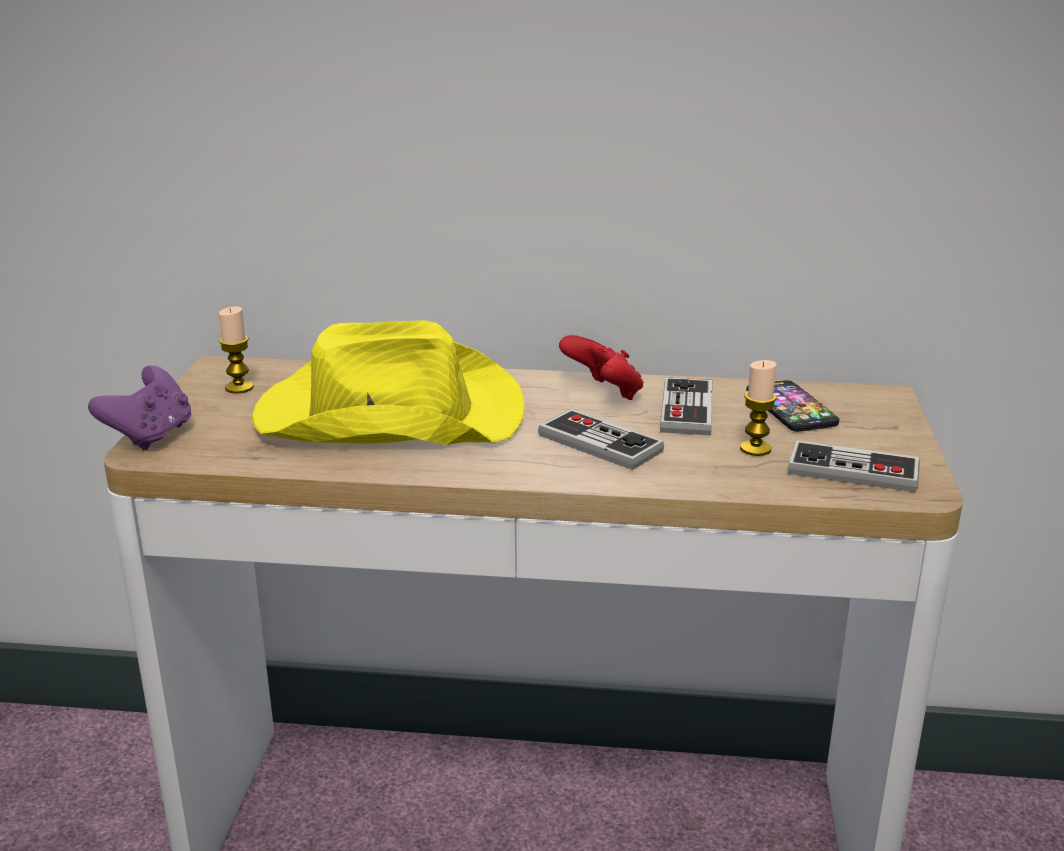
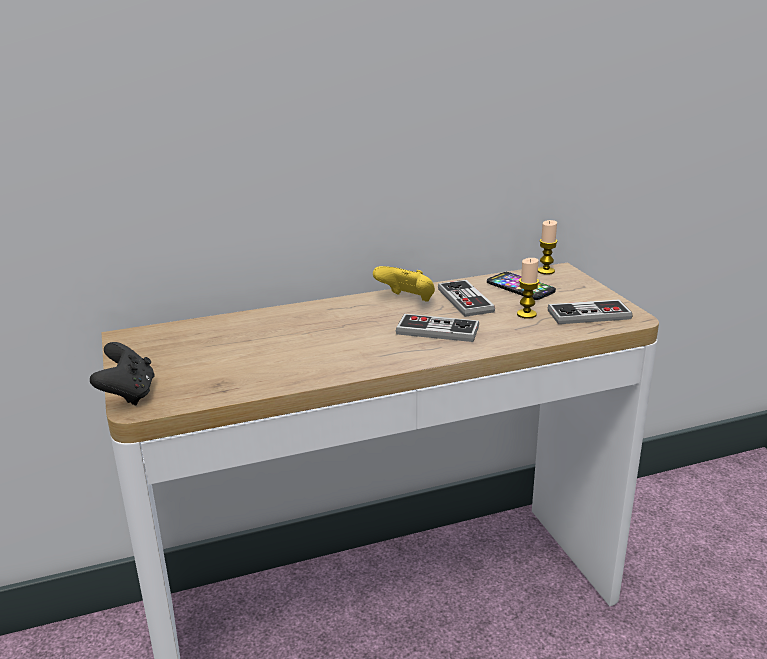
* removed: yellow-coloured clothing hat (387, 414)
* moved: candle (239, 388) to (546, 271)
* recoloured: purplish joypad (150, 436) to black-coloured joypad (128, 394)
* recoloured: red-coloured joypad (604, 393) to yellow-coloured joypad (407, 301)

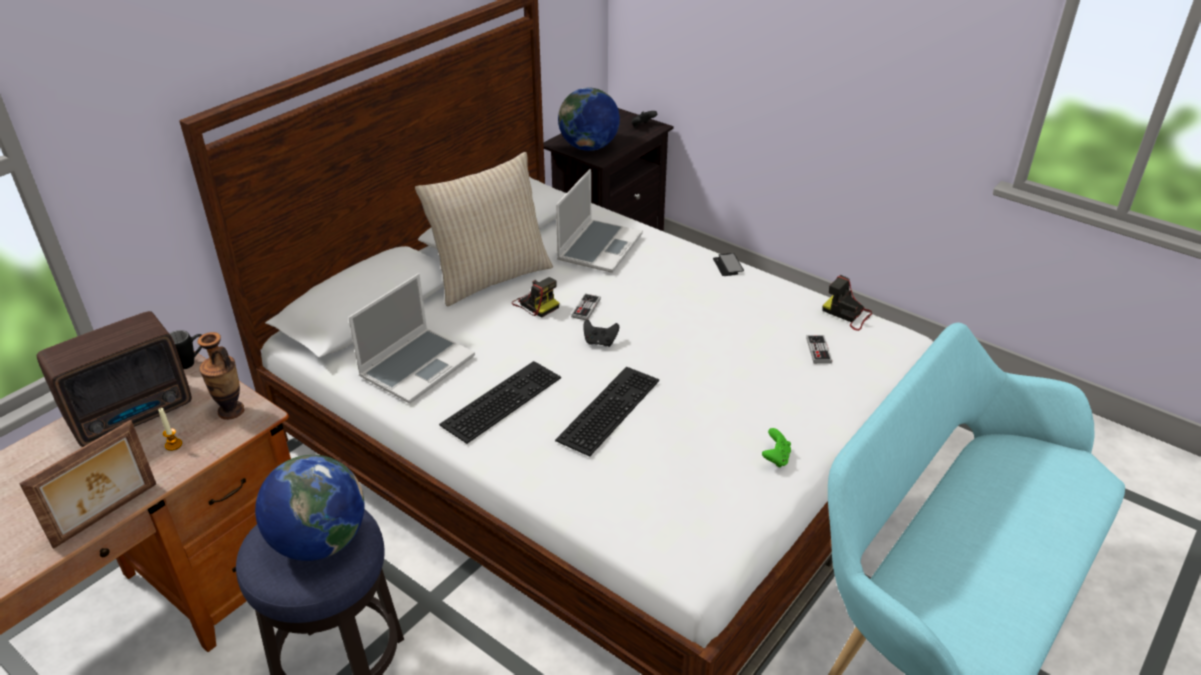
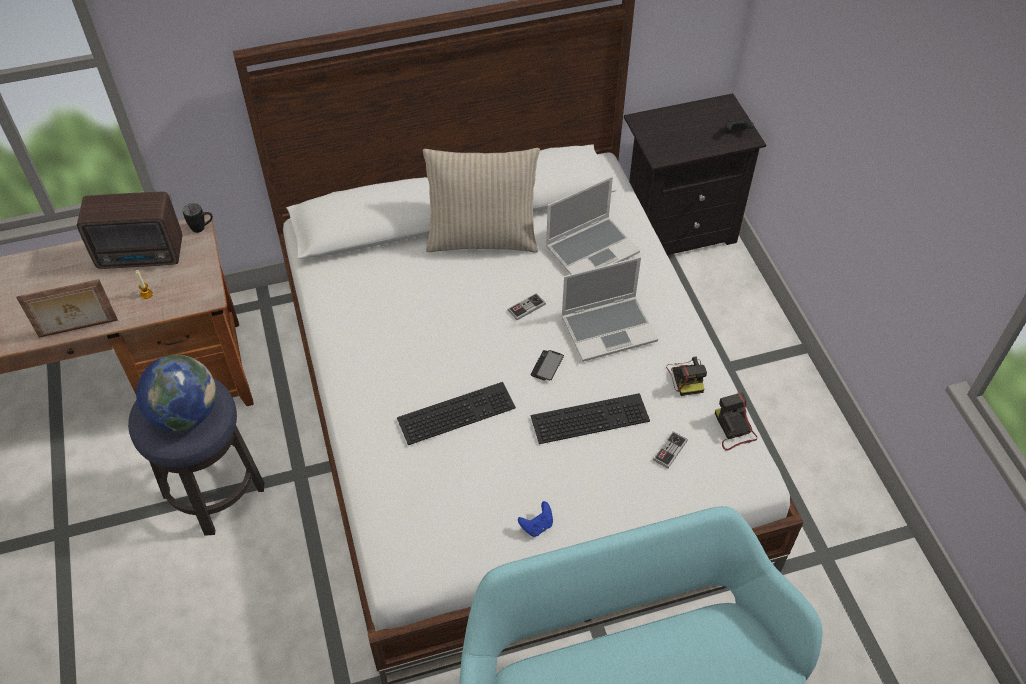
* removed: decorative vase (231, 411)
* removed: world globe (589, 147)
* removed: black-coloured joypad (600, 342)
* moved: laptop (417, 366) to (609, 328)
* moved: PC keyboard (501, 399) to (590, 416)
* moved: still camera (535, 304) to (686, 377)
* moved: handset (728, 265) to (547, 366)
* recoloured: green-coloured joypad (775, 458) to blue-coloured joypad (537, 526)

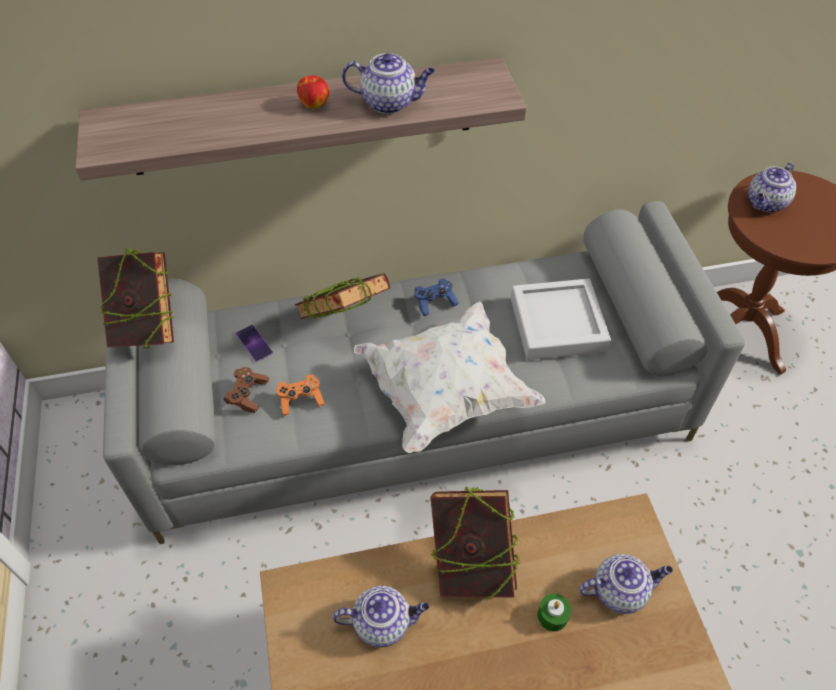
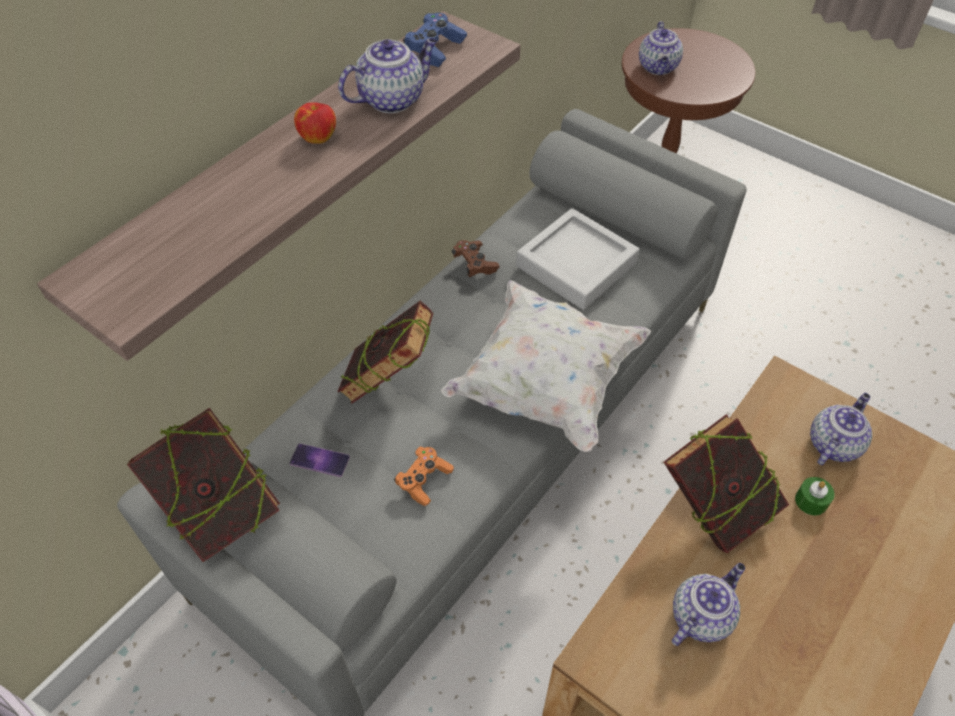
* moved: brownish joypad (247, 394) to (475, 264)
* moved: blue-coloured joypad (435, 302) to (435, 49)

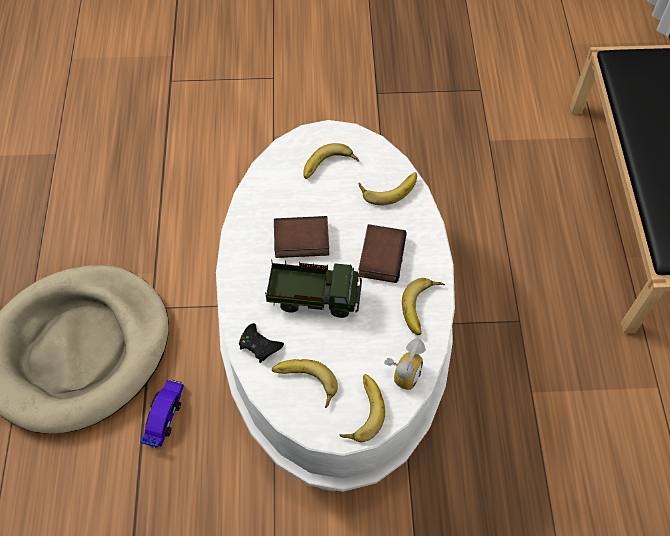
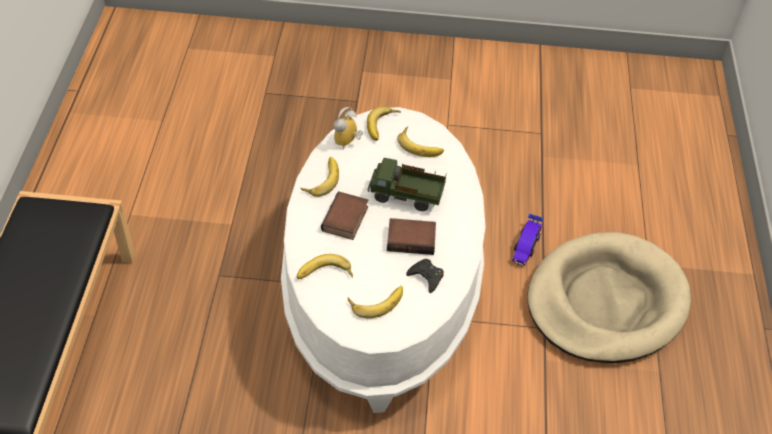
* moved: black-coloured joypad (259, 345) to (426, 277)

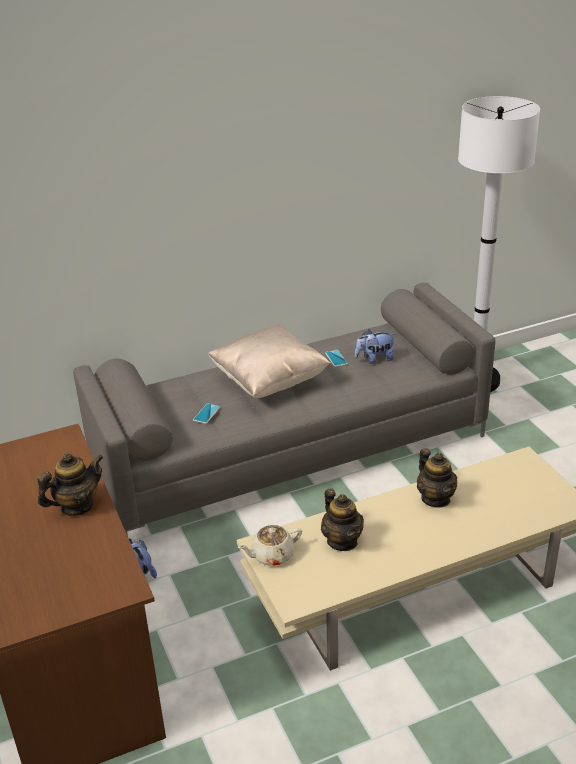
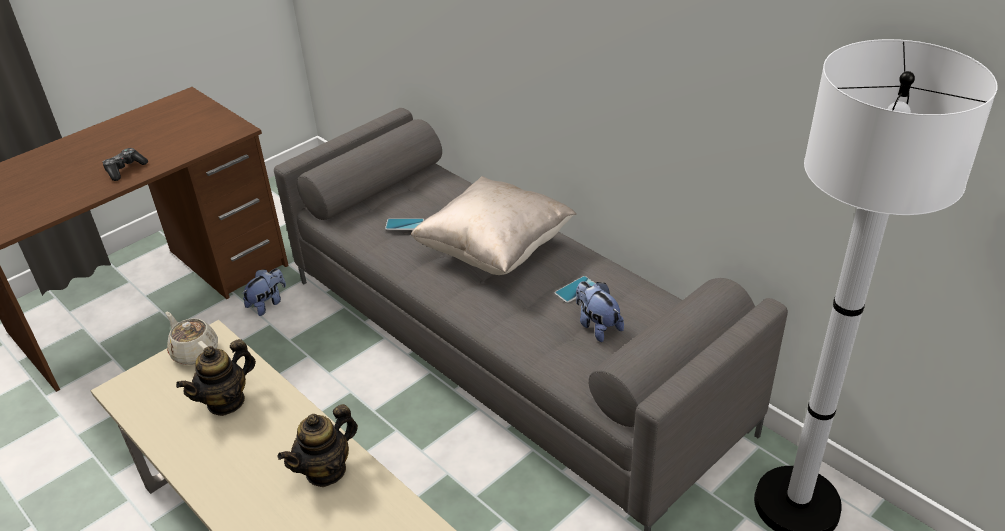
* replaced: pot for tea (76, 506) to joypad (125, 169)

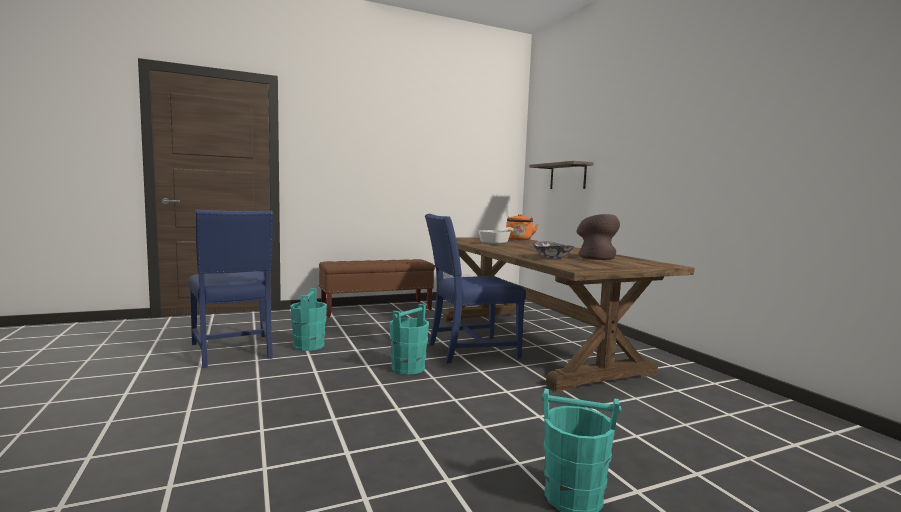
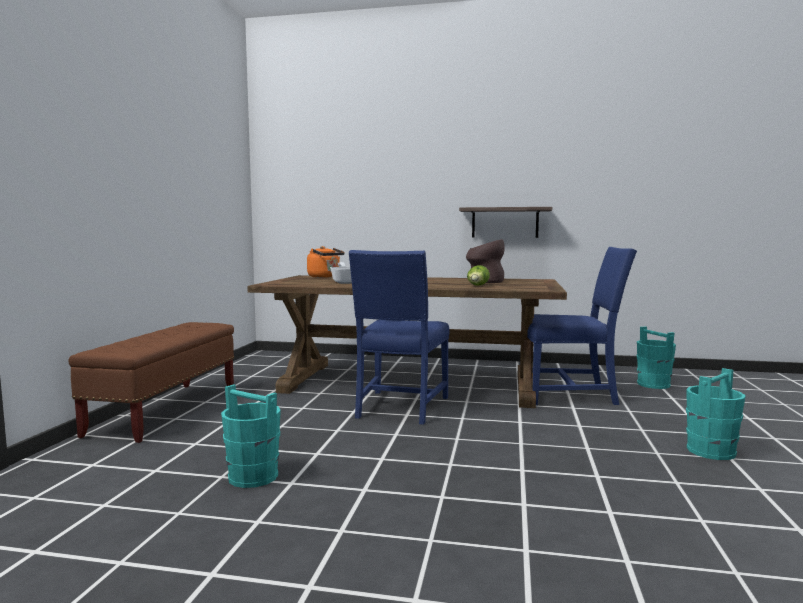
* moved: blue-coloured plain chair (234, 351) to (571, 394)
* moved: turquoise bucket (408, 368) to (653, 384)
* moved: bracket shelf (568, 176) to (505, 222)
* replaced: bowl (553, 258) to lettuce head (477, 286)

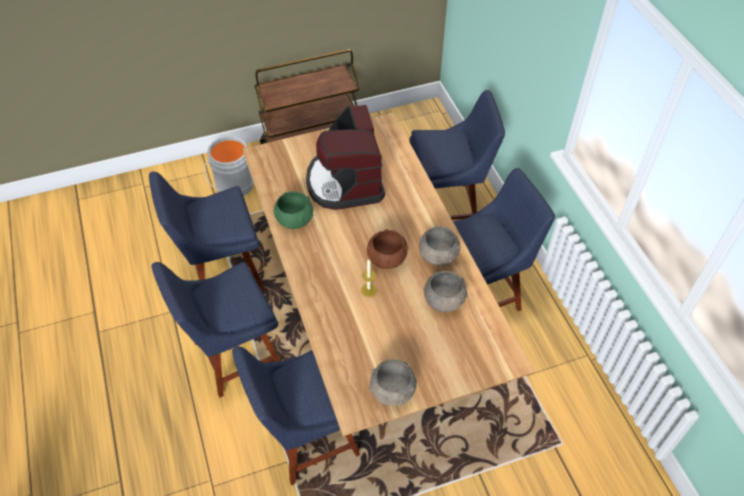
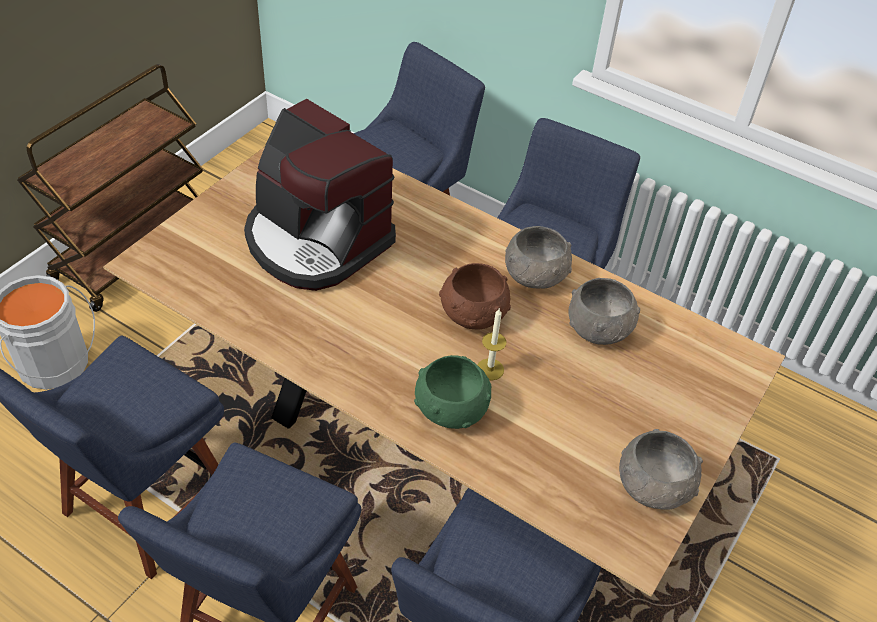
* moved: green-coloured bowl (294, 219) to (451, 408)

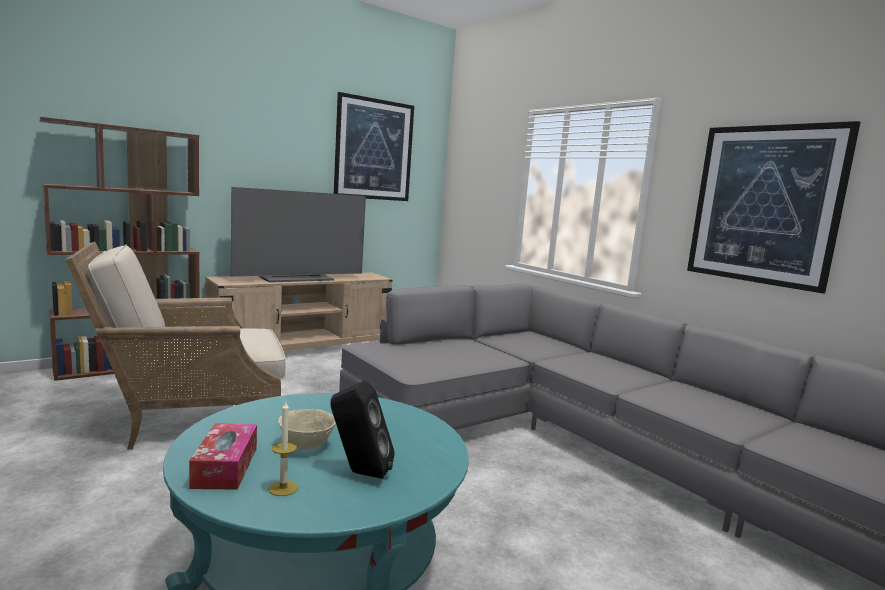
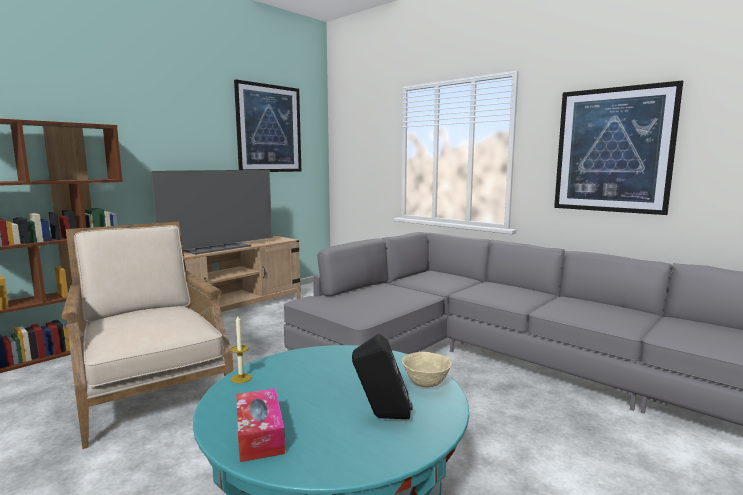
* moved: candle (283, 488) to (241, 378)
* moved: sand-coloured bowl (306, 446) to (426, 384)
* turned: sand-coloured armchair (188, 418) = (150, 389) 90 degrees clockwise

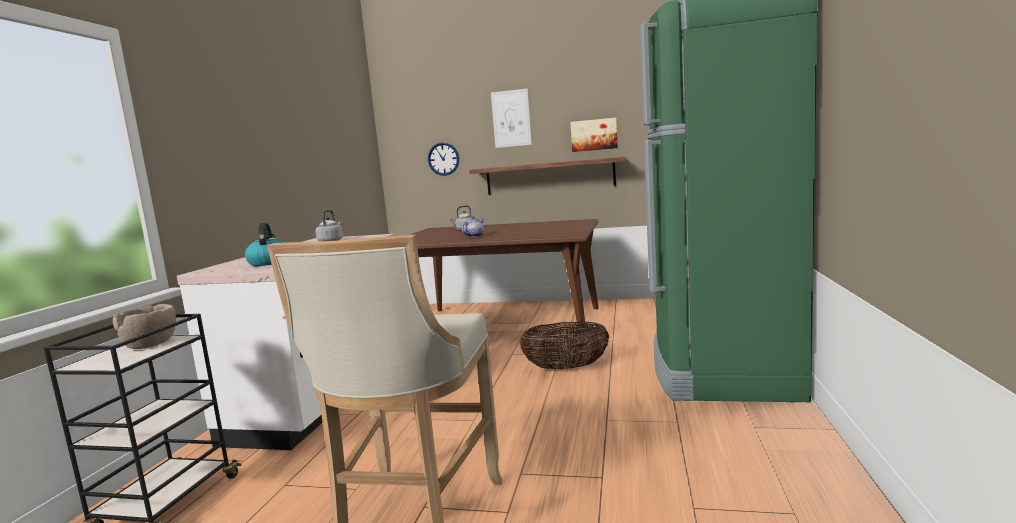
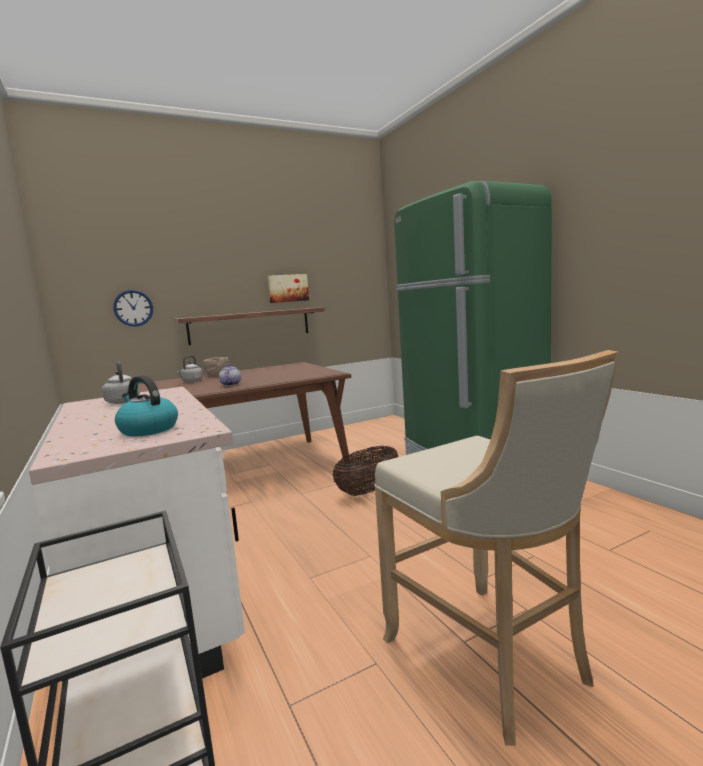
* removed: wall art (511, 118)
* moved: brownish bowl (151, 344) to (218, 375)

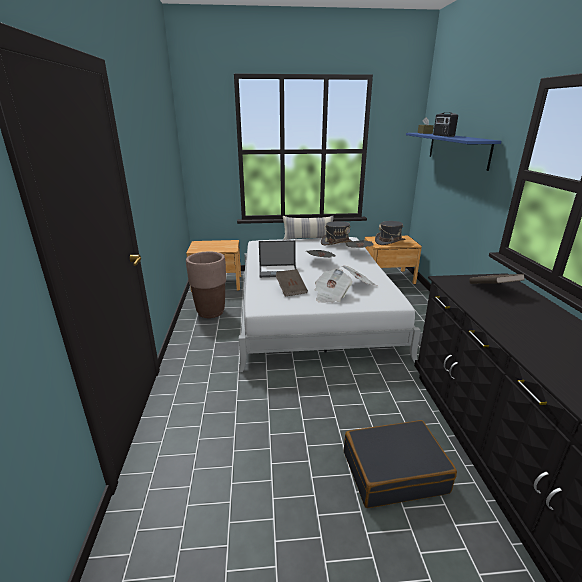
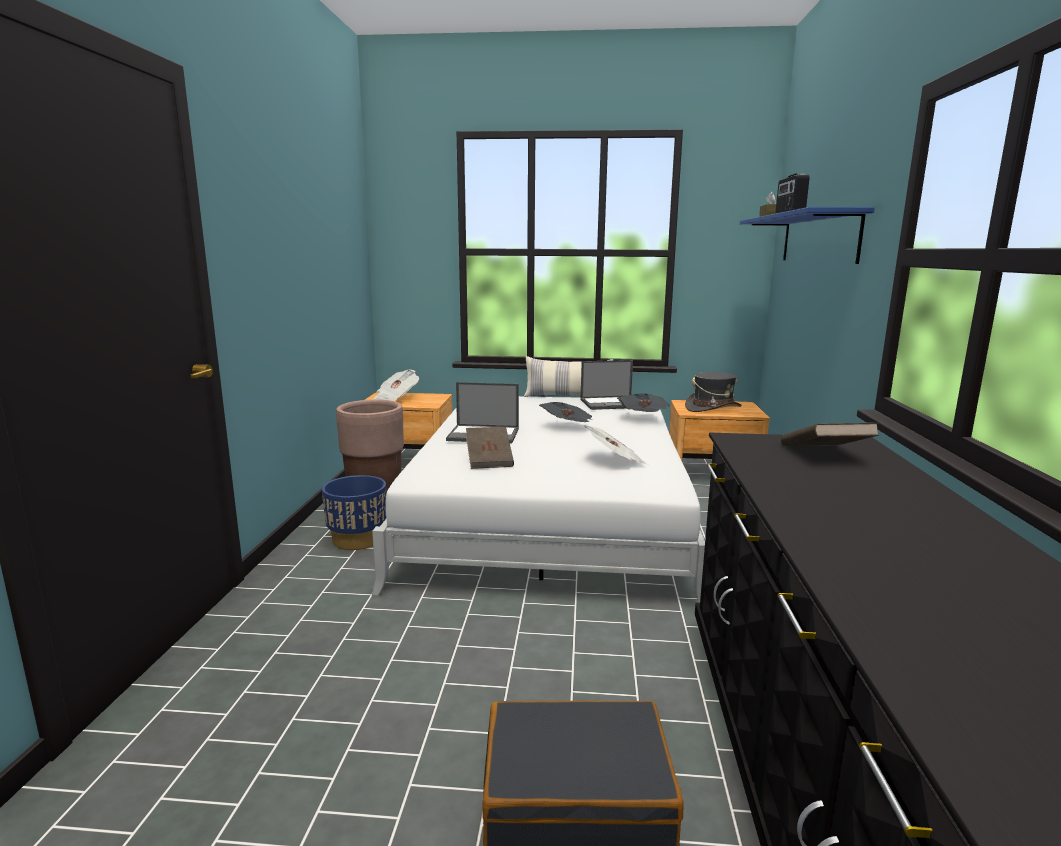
* added: blue-coloured plant pot (358, 539)
* moved: daily paper (330, 295) to (395, 399)
* replaced: greyish clothing hat (336, 242) to laptop (612, 403)

